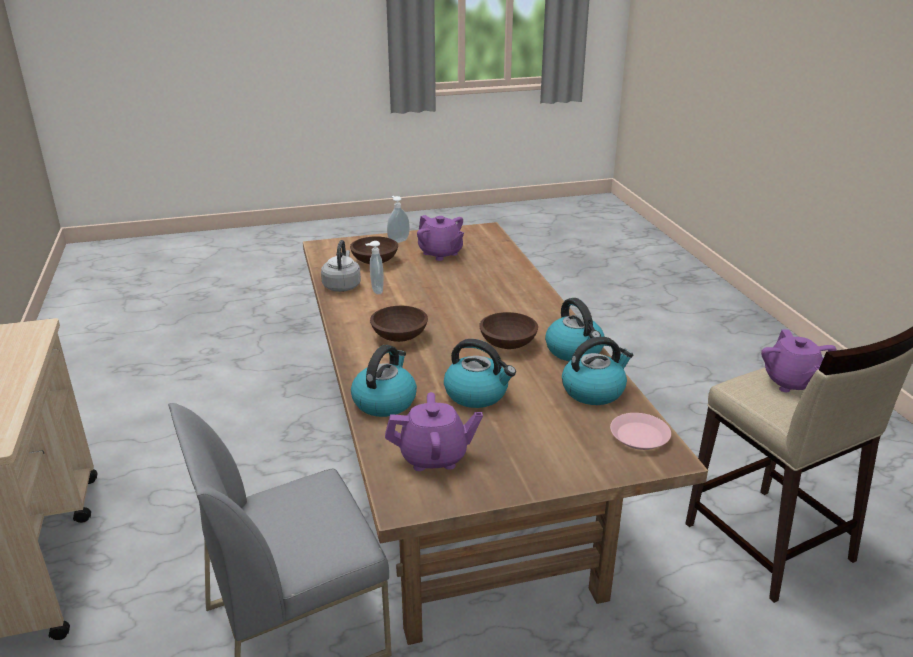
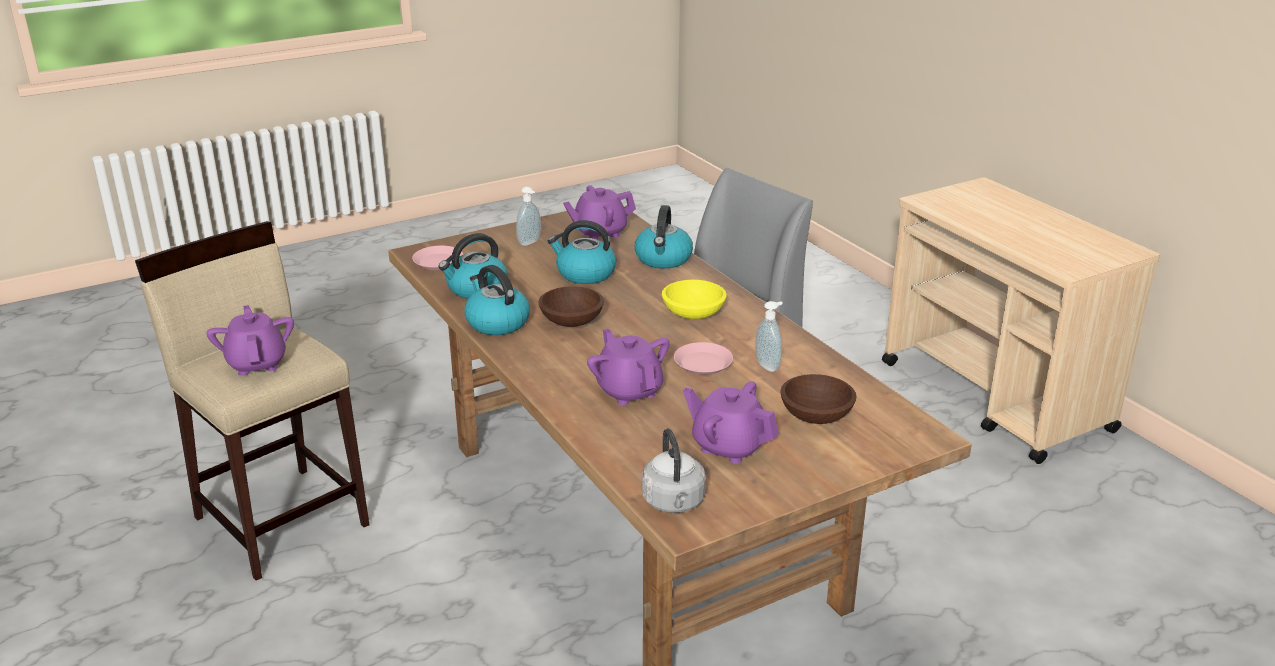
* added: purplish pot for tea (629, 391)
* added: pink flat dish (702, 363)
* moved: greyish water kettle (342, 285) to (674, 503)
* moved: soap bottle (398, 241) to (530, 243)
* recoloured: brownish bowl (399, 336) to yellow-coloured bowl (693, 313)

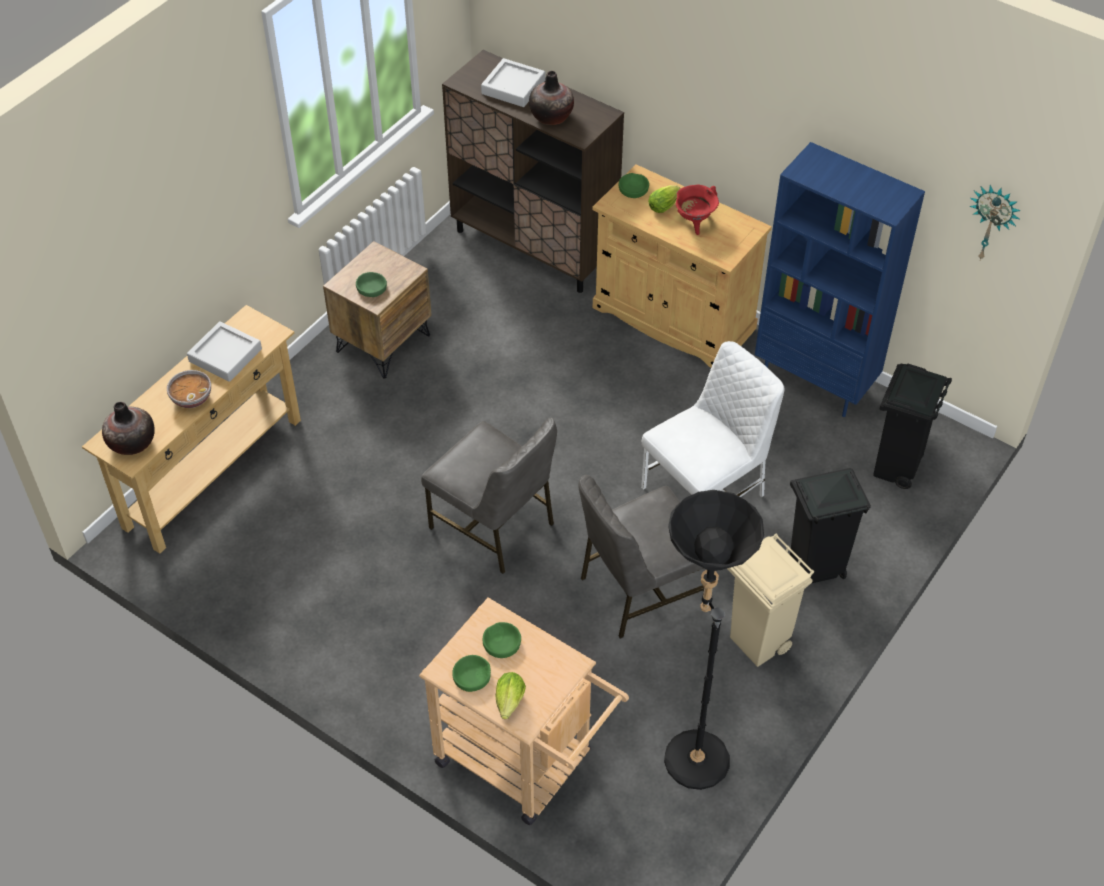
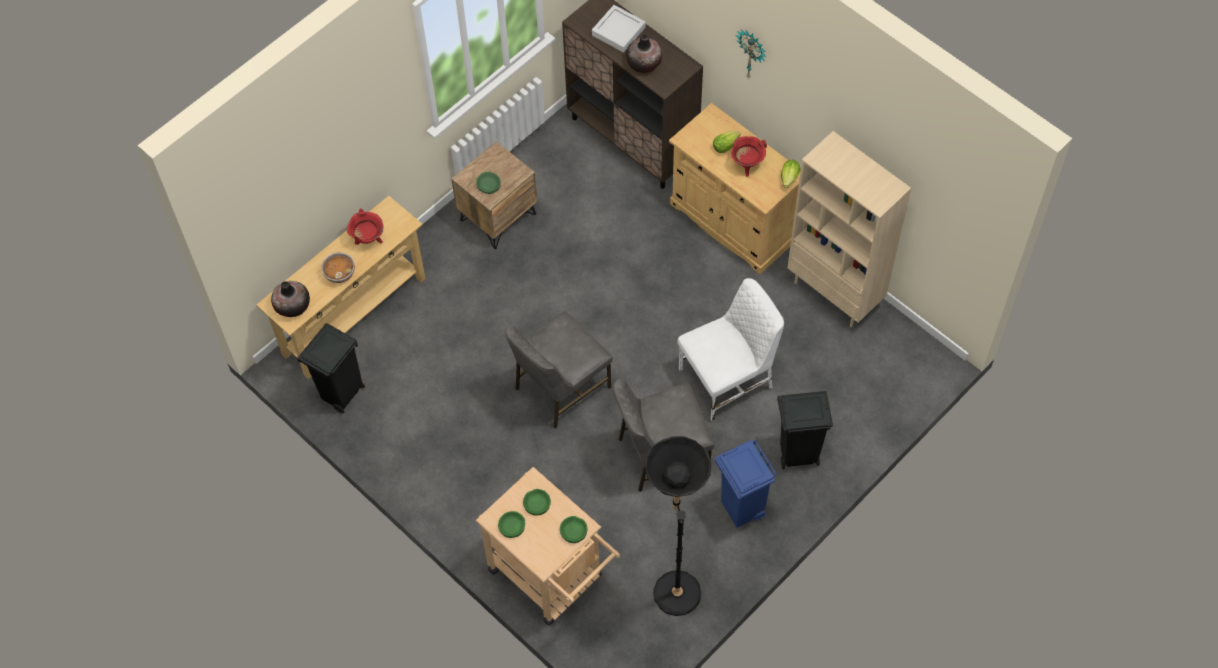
* moved: lettuce head (509, 704) to (788, 180)
* moved: green-coloured bowl (633, 189) to (573, 531)
* moved: black-coloured waste bin (896, 469) to (341, 395)
* moved: hanging clock (992, 222) to (752, 54)
* replaced: greyish tray (225, 355) to red-coloured cooking pot (368, 239)
* recoloured: sand-coloured waste bin (759, 643) to blue-coloured waste bin (742, 509)
* recoloured: blue-coloured bookshelf (815, 382) to sand-coloured bookshelf (835, 293)
* turned: greyish plain chair (494, 526) = (560, 387) 90 degrees clockwise

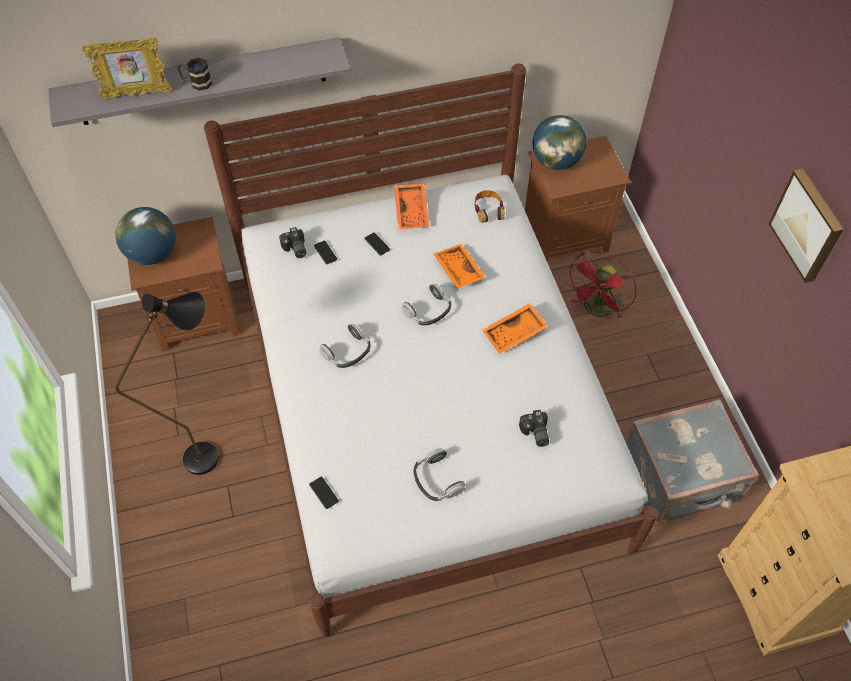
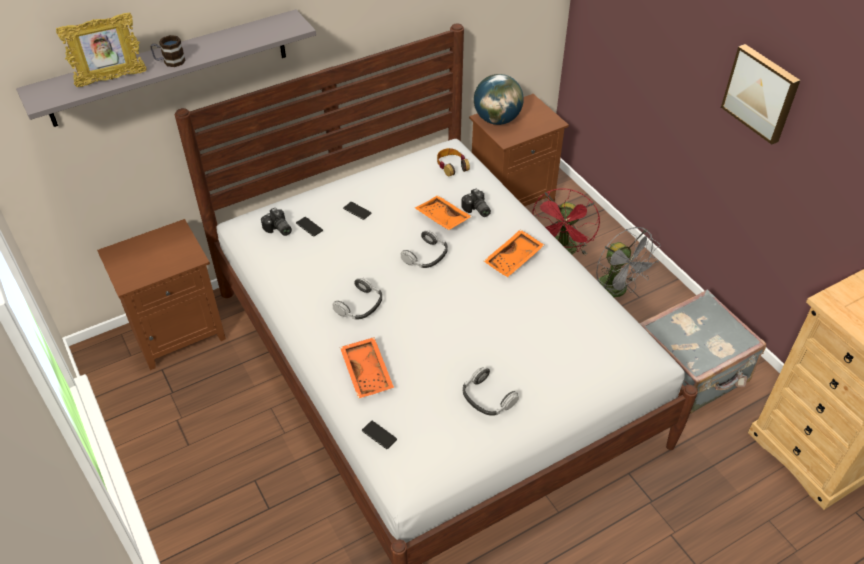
* removed: world globe (153, 254)
* removed: black-coloured standing lamp (213, 453)
* added: greyish cooling fan (617, 291)
* moved: orangey tray (412, 211) to (368, 372)
* moved: still camera (535, 433) to (476, 210)

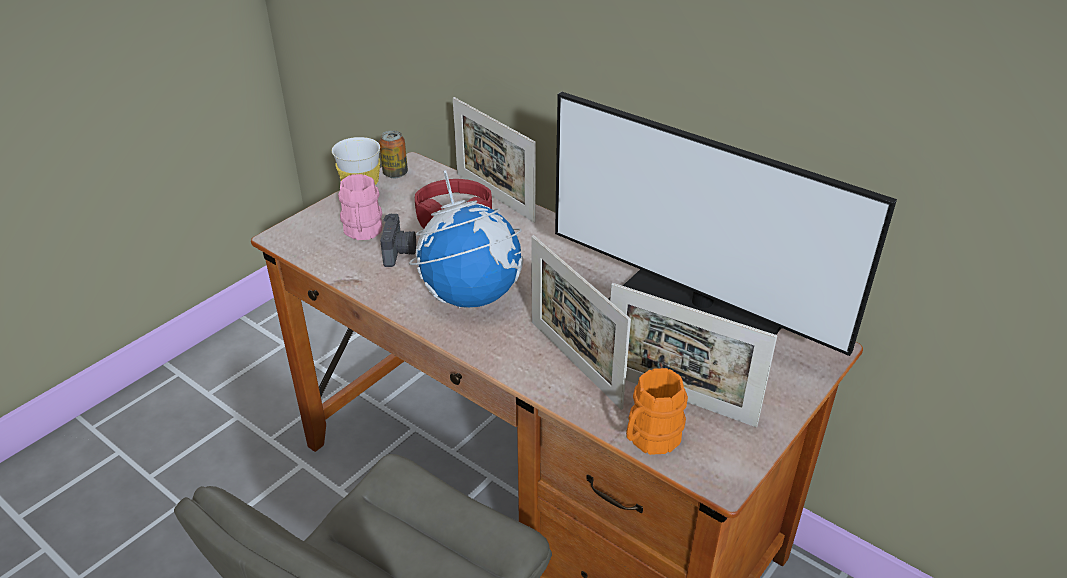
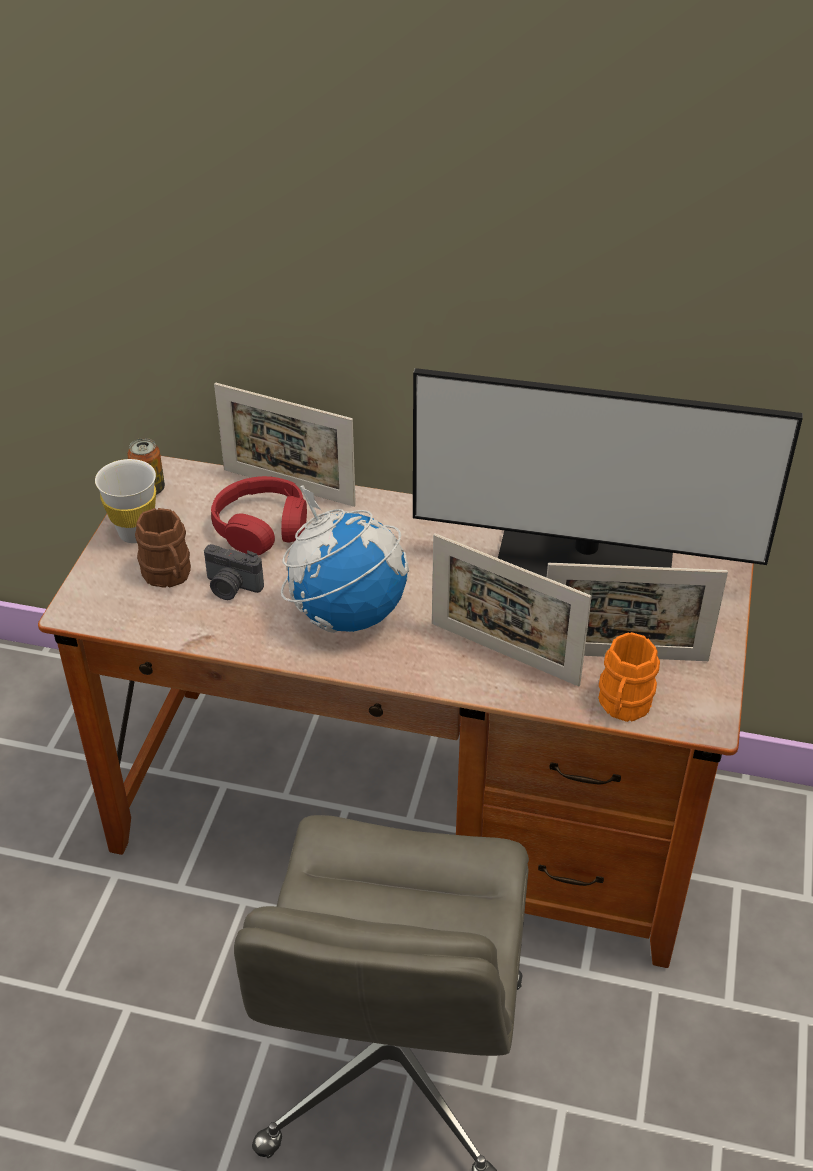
* recoloured: pink coffee mug (363, 232) to brownish coffee mug (169, 576)
* turned: still camera (400, 252) = (231, 587) 135 degrees clockwise

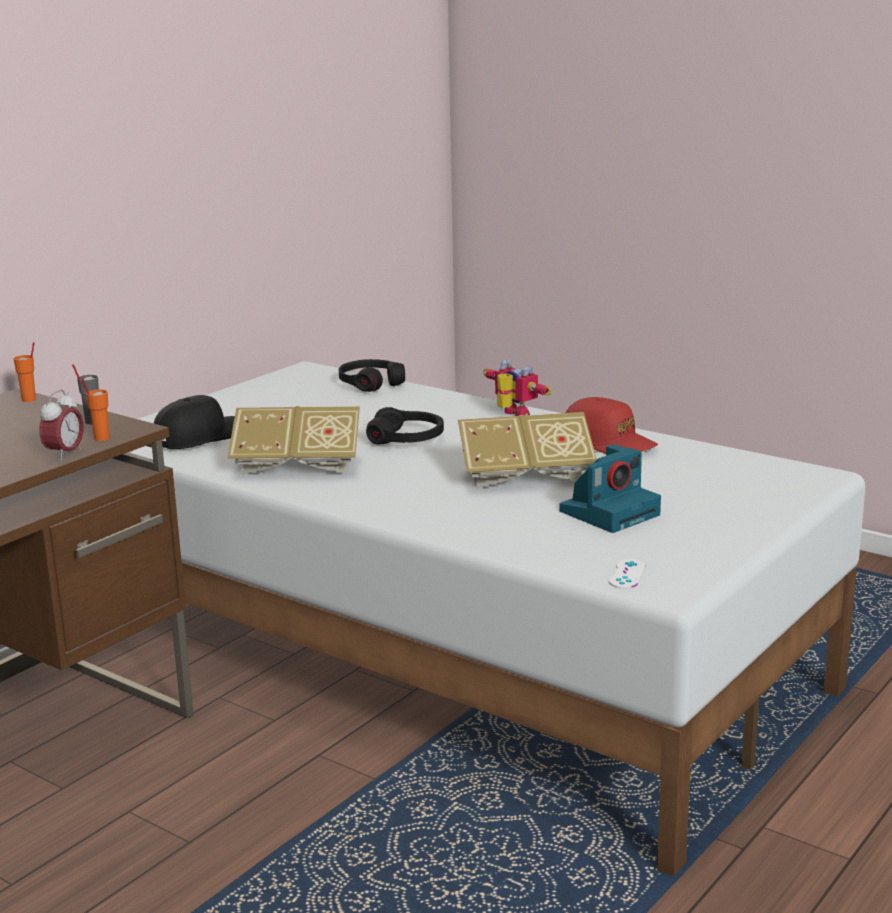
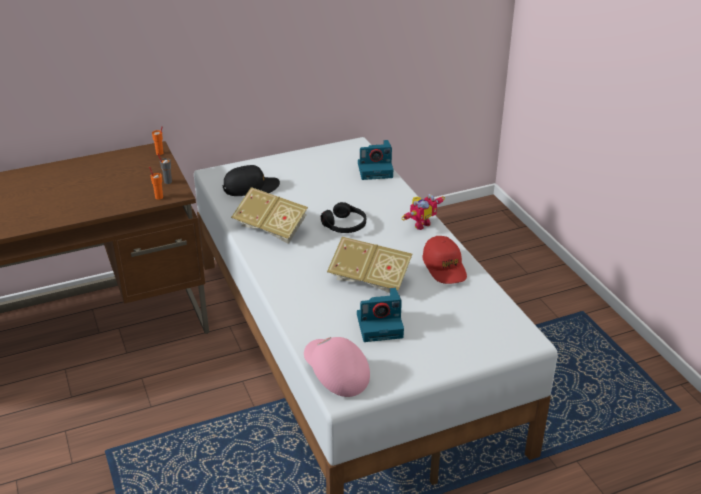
* removed: alarm clock (65, 454)
* replaced: black-coloured headphones (370, 384) to still camera (376, 170)
* replaced: white-coloured joypad (627, 574) to pink baseball cap (335, 376)
* turned: model robot (512, 415) = (420, 224) 60 degrees clockwise

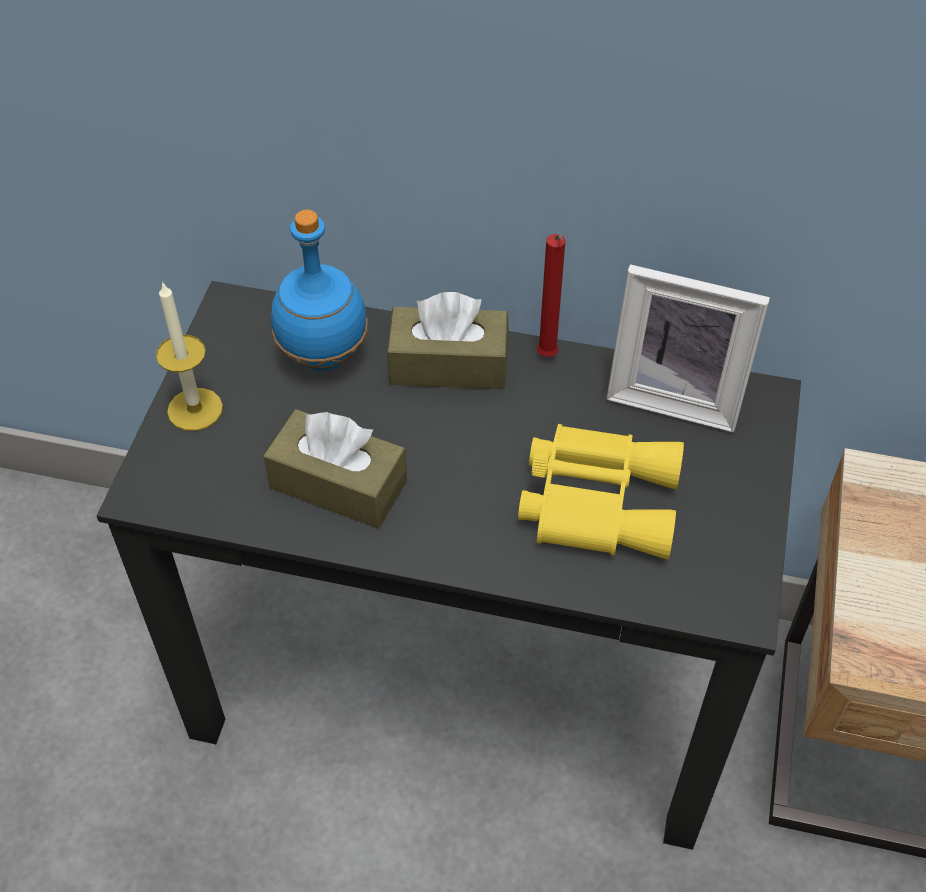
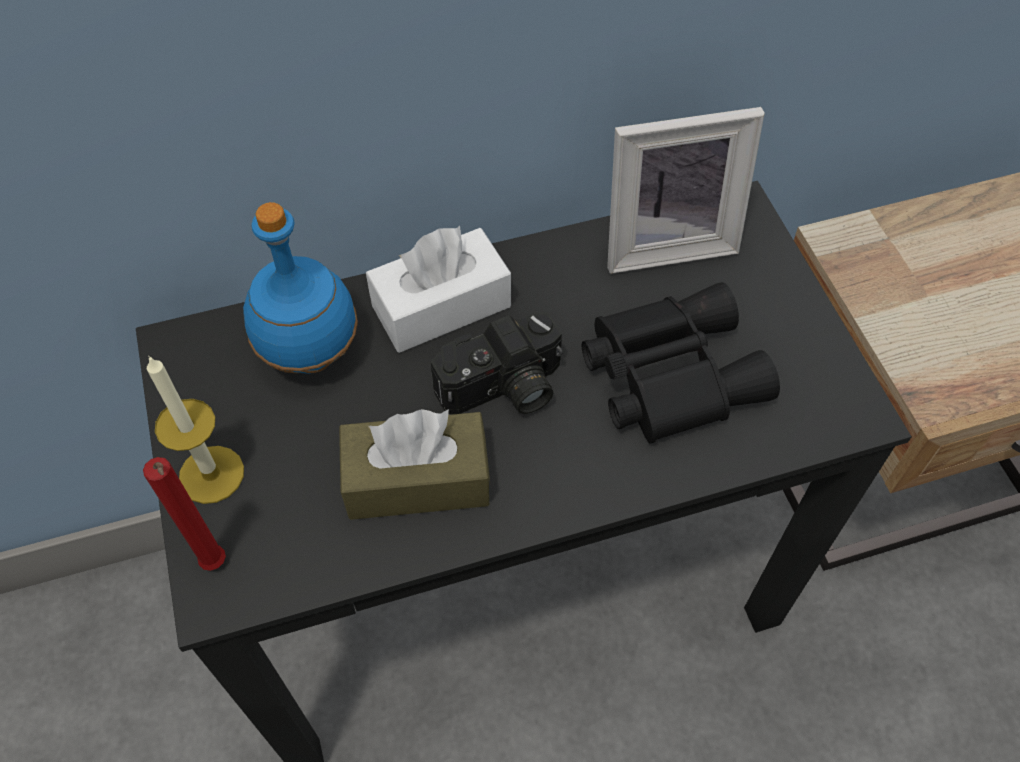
* added: still camera (503, 390)
* moved: red-coloured candle (547, 358) to (216, 566)
* recoloured: brownish tissue holder (448, 365) to white-coloured tissue holder (441, 306)
* recoloured: yellow-coloured field glasses (597, 498) to black-coloured field glasses (667, 372)

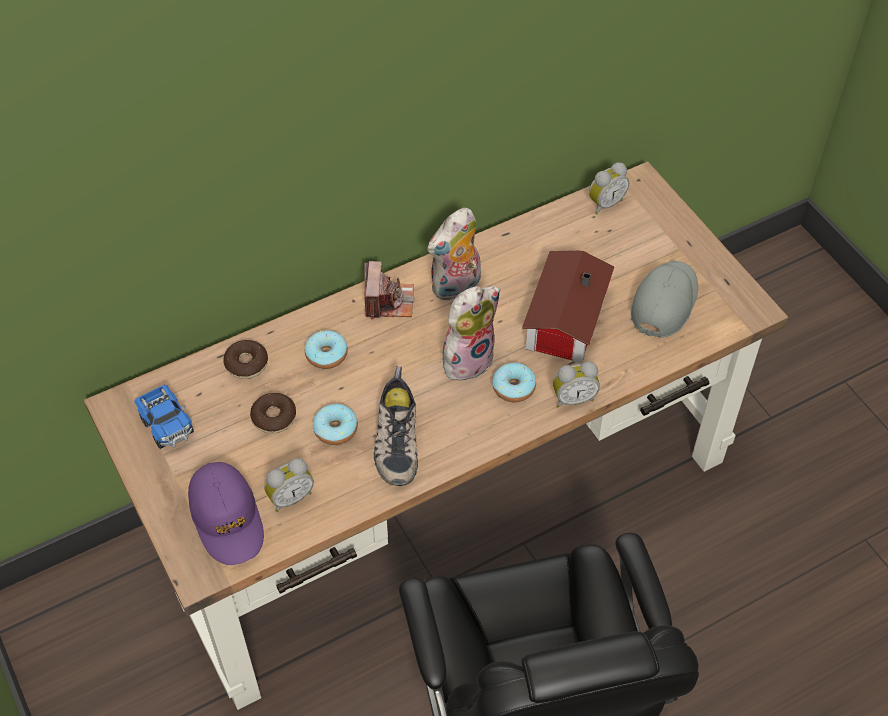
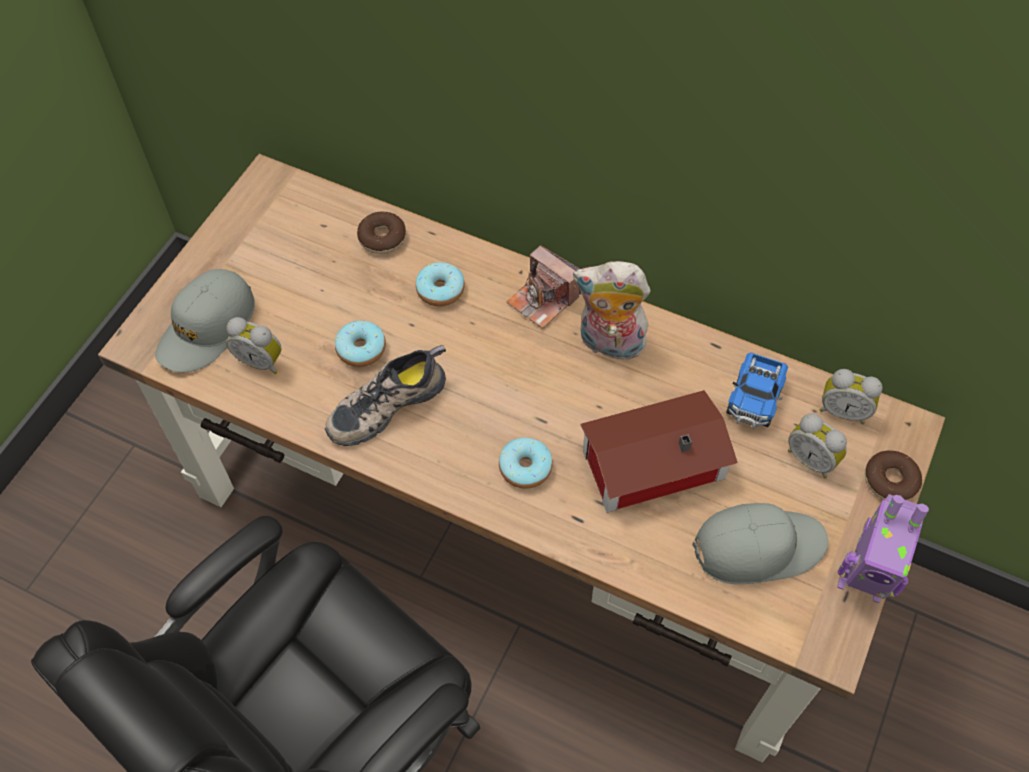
* removed: plush toy (467, 358)
* added: model robot (861, 580)
* moved: toy truck (167, 426) to (753, 400)
* moved: donut (274, 417) to (890, 480)
* moved: alarm clock (573, 398) to (811, 459)
* recoloured: purplish baseball cap (227, 518) to greyish baseball cap (207, 328)
* turned: still camera (388, 301) = (543, 299) 75 degrees clockwise

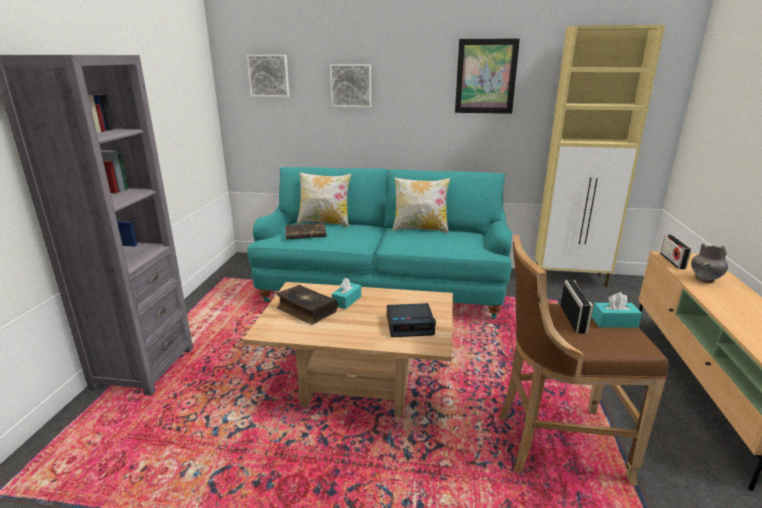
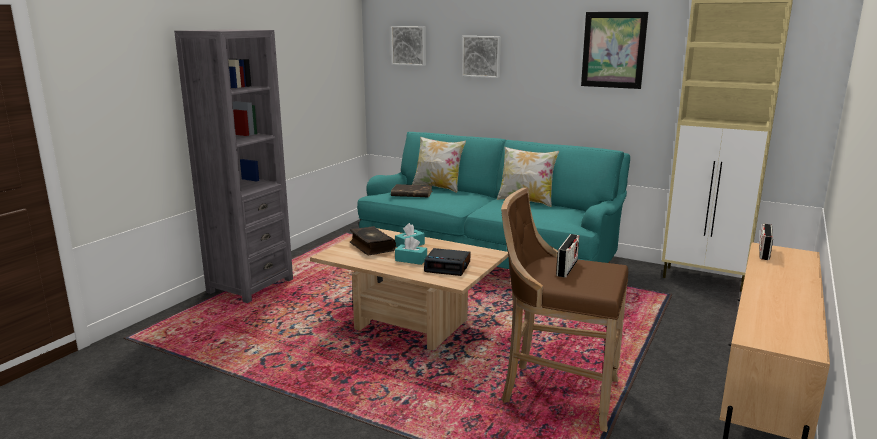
* removed: greyish decorative vase (704, 279)
* moved: turquoise tissue holder (614, 322) to (411, 260)

